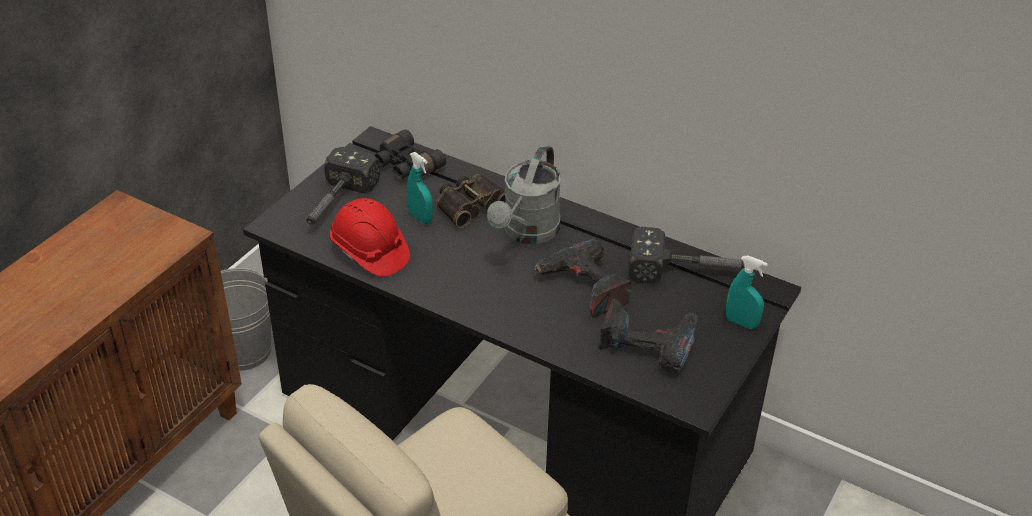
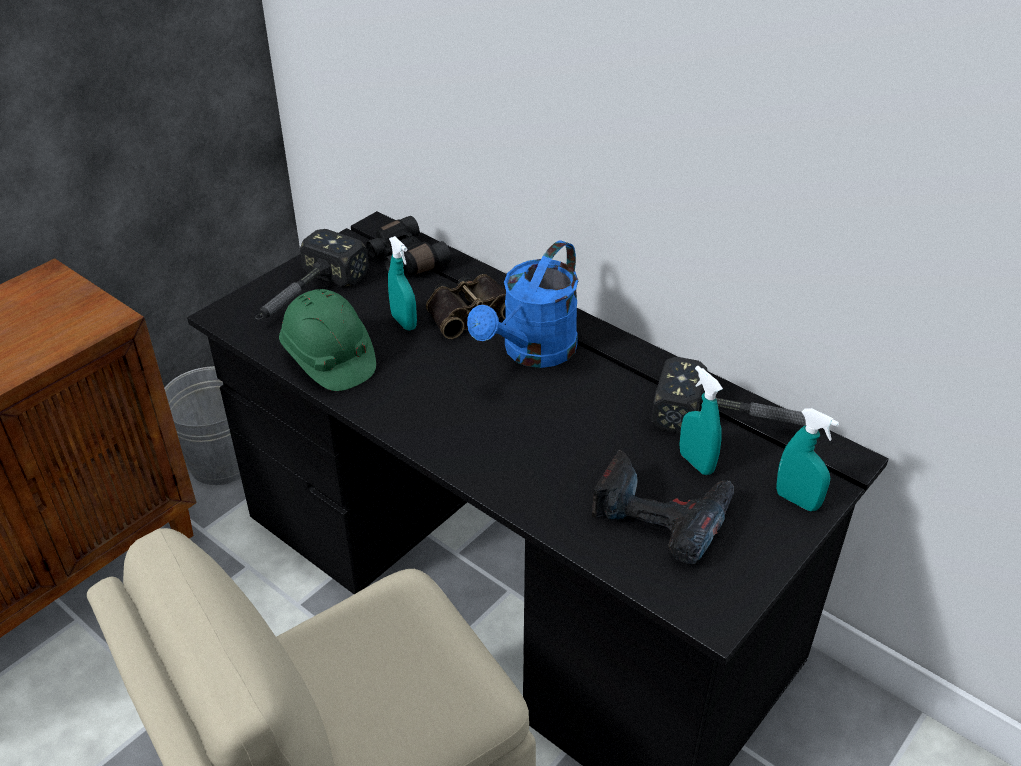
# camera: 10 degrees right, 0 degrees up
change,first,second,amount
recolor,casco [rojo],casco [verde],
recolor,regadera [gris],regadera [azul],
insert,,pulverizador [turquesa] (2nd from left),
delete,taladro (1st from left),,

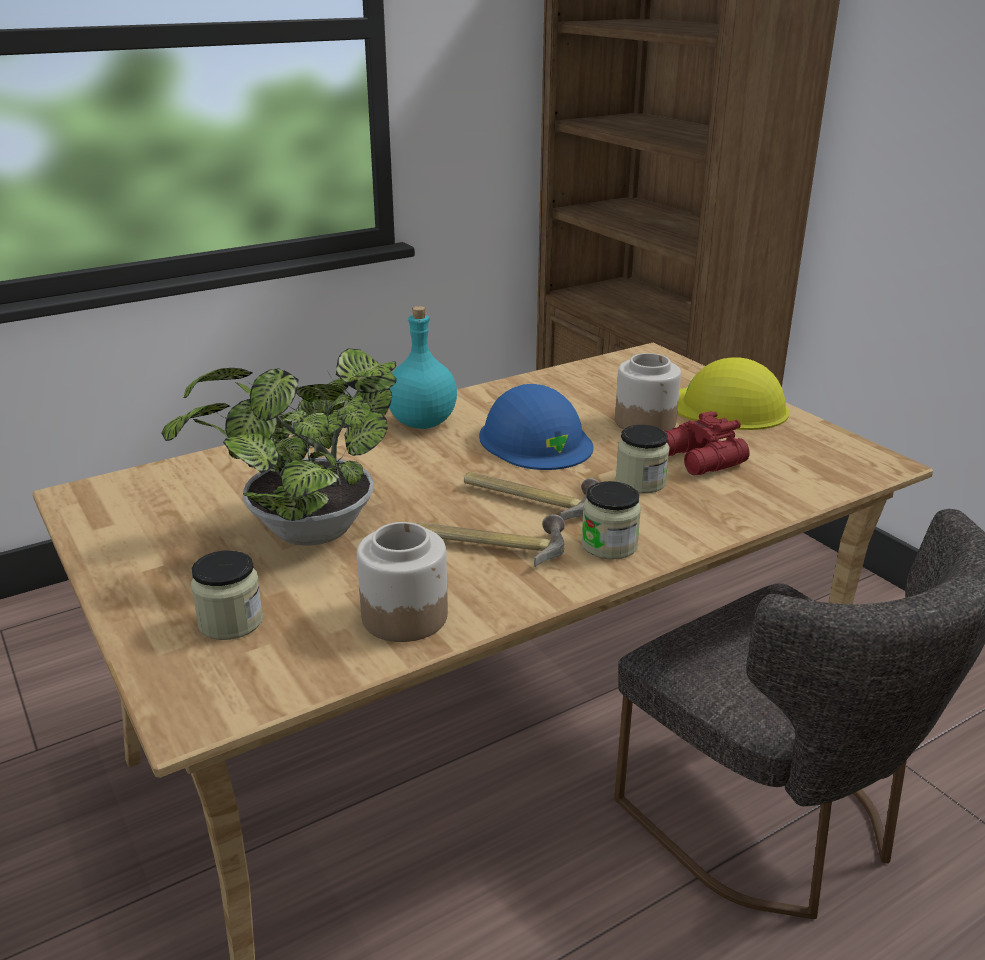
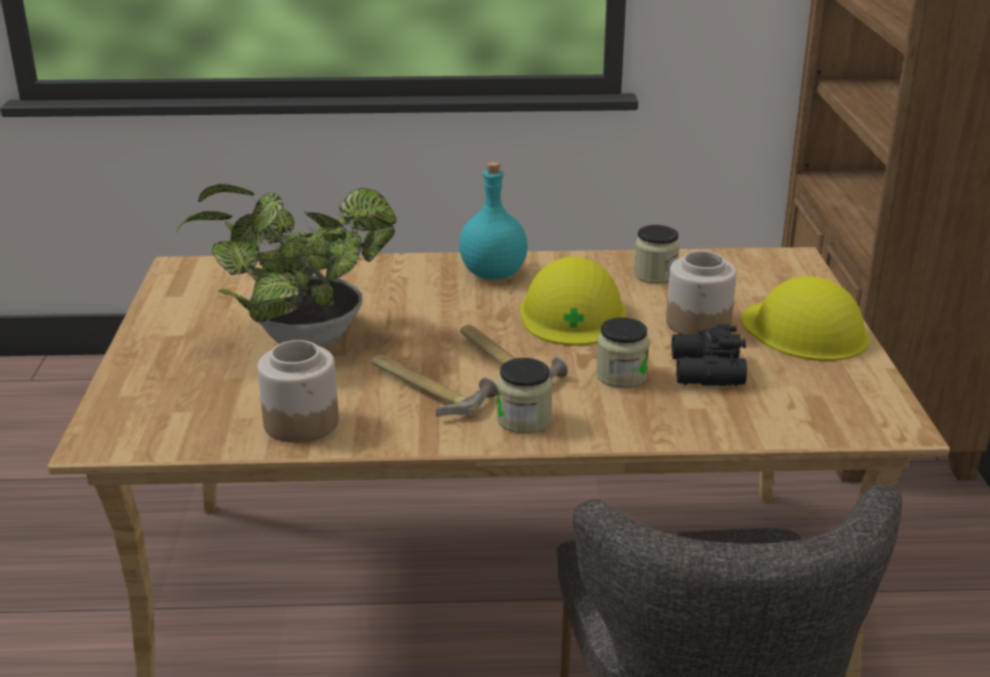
# camera: 30 degrees right, 0 degrees up
change,first,second,amount
recolor,casco [azul],casco [amarillo] (1st from left),
move,tarro (1st from left in the first image),tarro (4th from left),
recolor,prismáticos [rojo],prismáticos [negro],

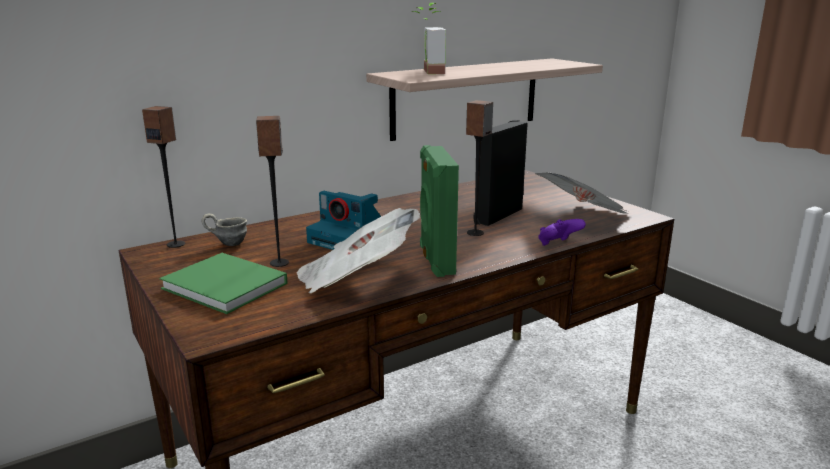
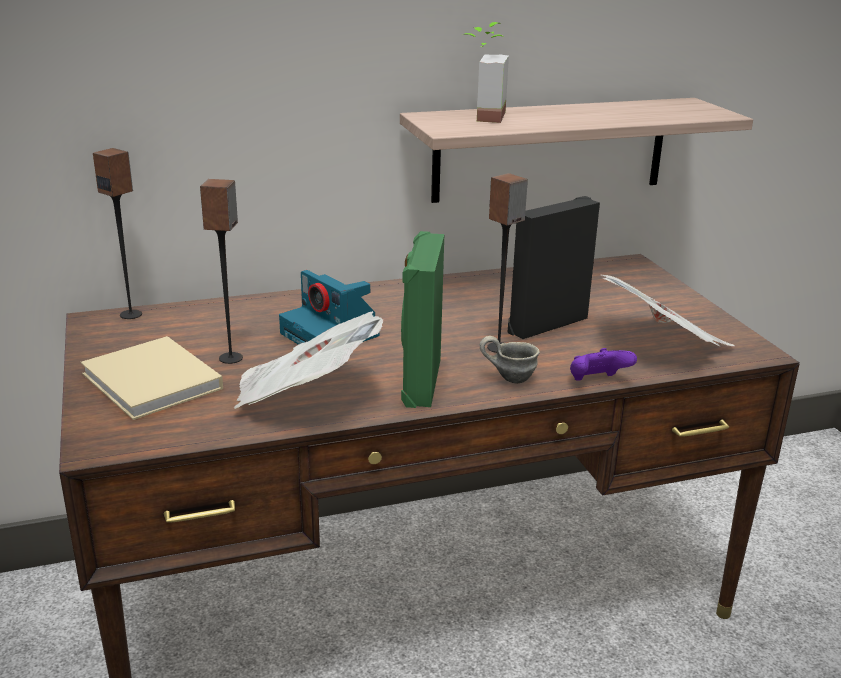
# camera: 15 degrees right, 5 degrees up
change,first,second,amount
recolor,libro [verde],libro [beis],
move,taza grande [gris],,

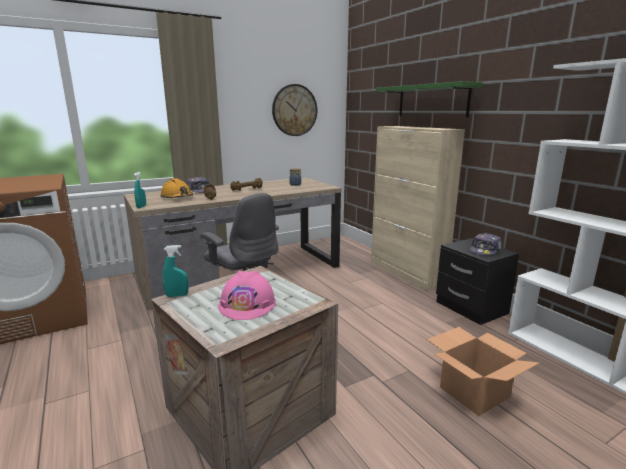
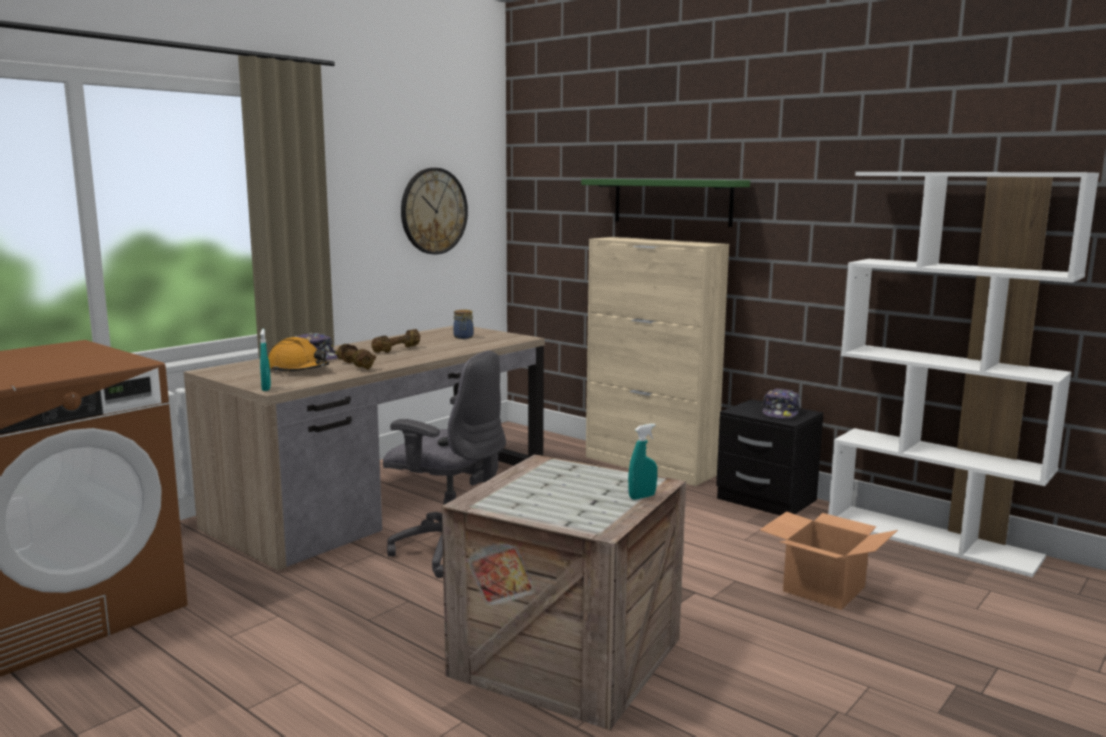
# camera: 20 degrees left, 5 degrees down
change,first,second,amount
move,pulverizador [turquesa] (2nd from left),,
delete,casco [rosa],,

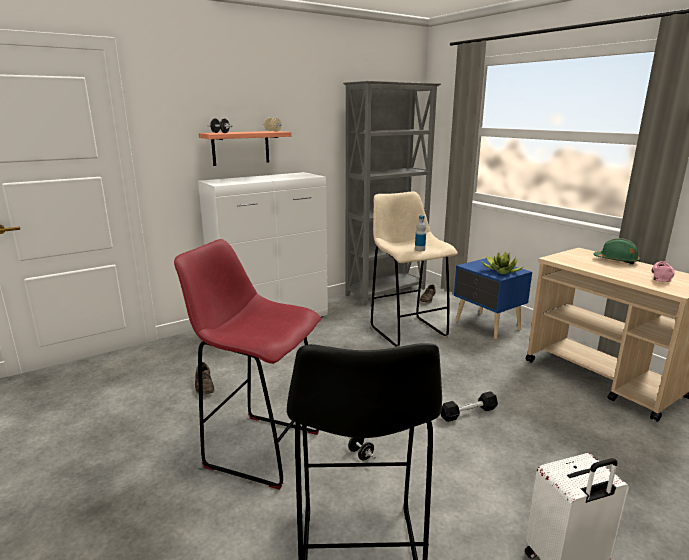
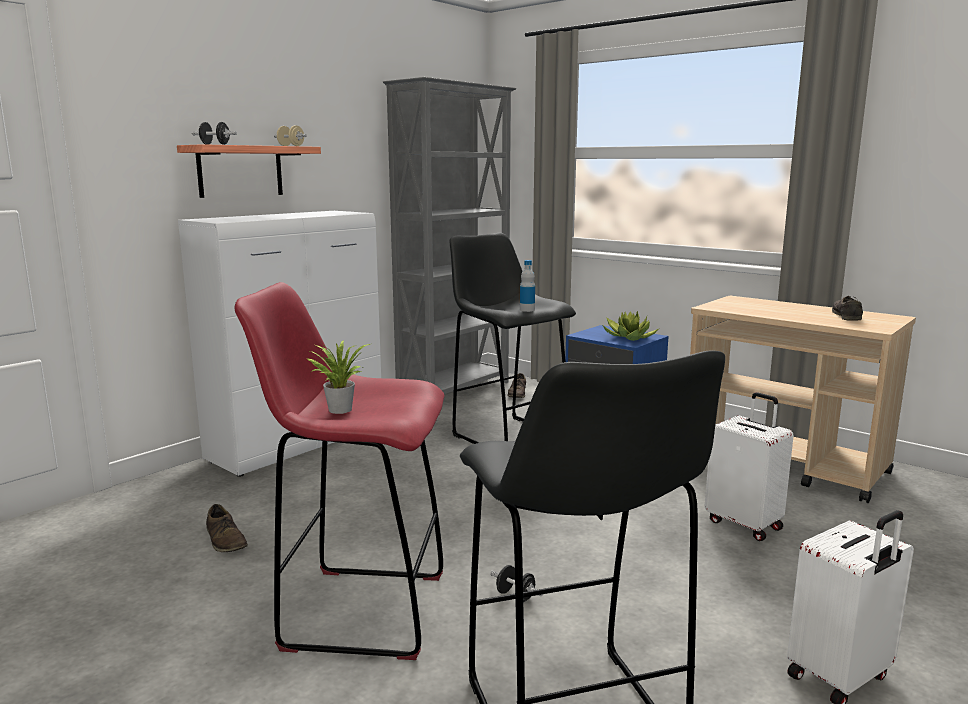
# camera: 15 degrees left, 5 degrees down
change,first,second,amount
insert,,planta en maceta (1st from left),
recolor,taburete [beis],taburete [negro] (1st from left),
insert,,maleta [blanco] (1st from left),
recolor,zapato [rosa],zapato [marrón] (3rd from left),
delete,mancuerna [negro] (3rd from left),,
delete,casco [verde],,

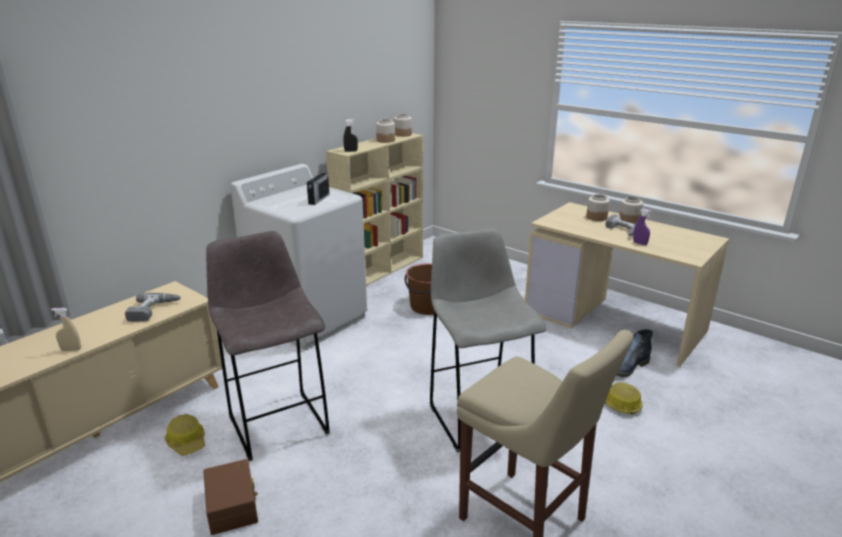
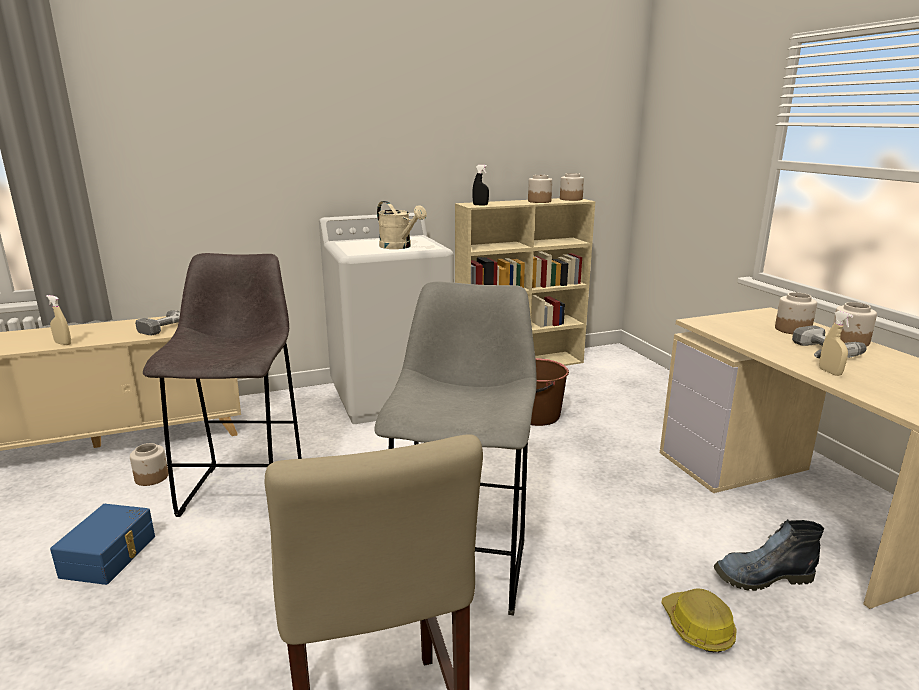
# camera: 30 degrees right, 5 degrees down
change,first,second,amount
recolor,caja de almacenaje [marrón],caja de almacenaje [azul],
replace,casco (1st from left),tarro (1st from left),
replace,radio,regadera [beis],
recolor,pulverizador [morado],pulverizador [beis] (2nd from left),

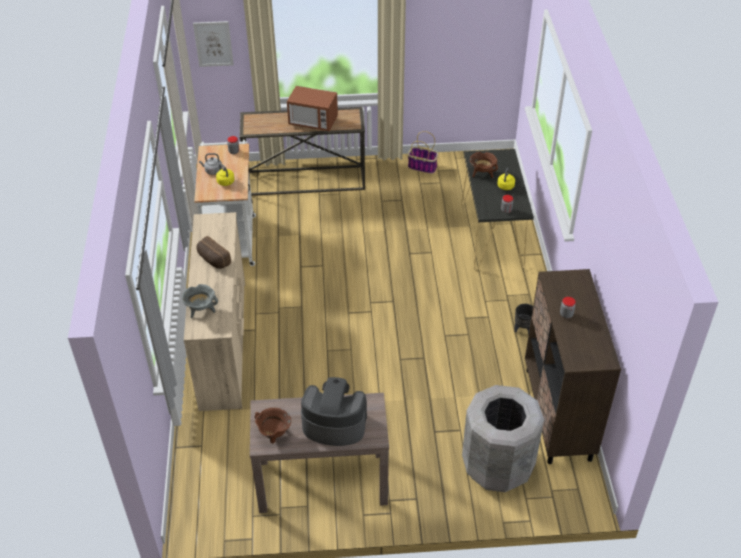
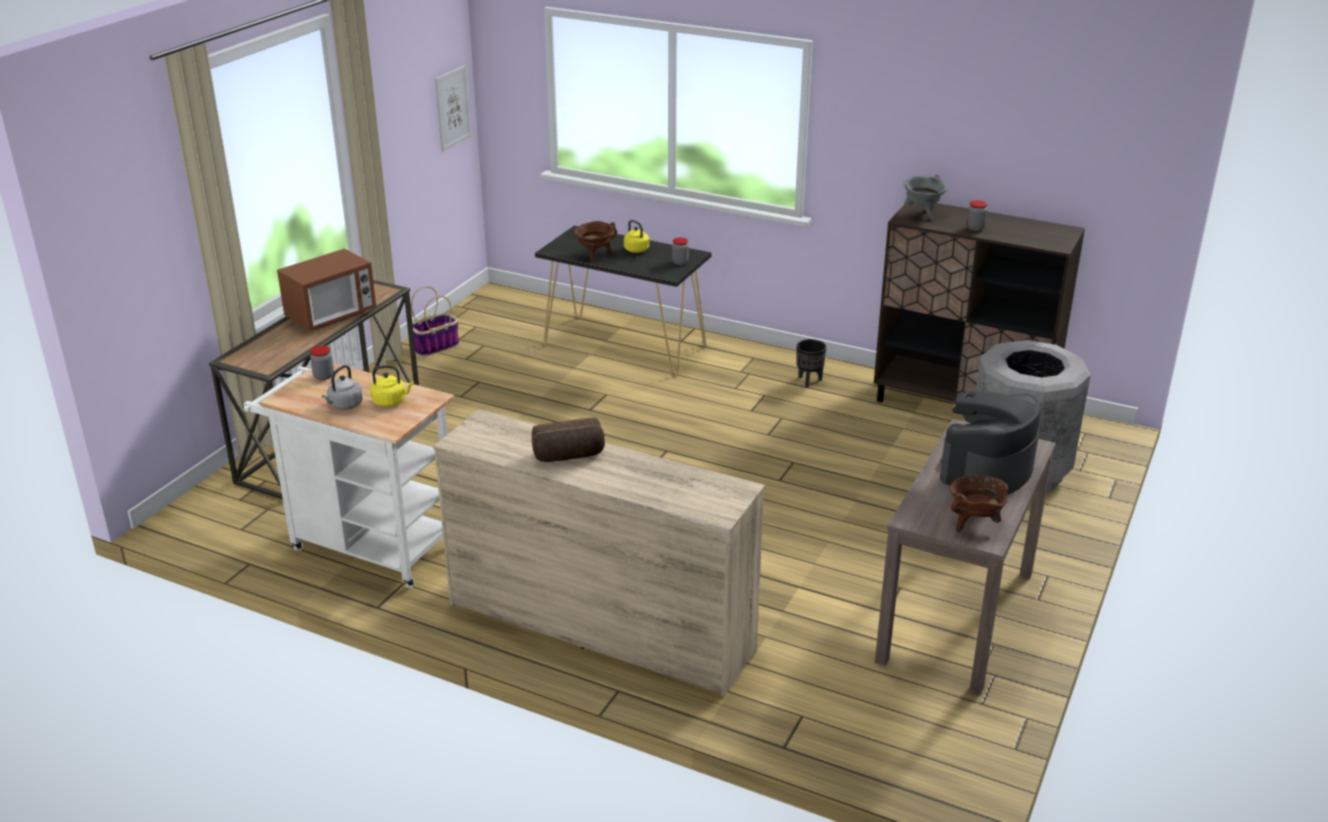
# camera: 60 degrees left, 15 degrees down
change,first,second,amount
move,cuadro,,
move,olla [gris],,

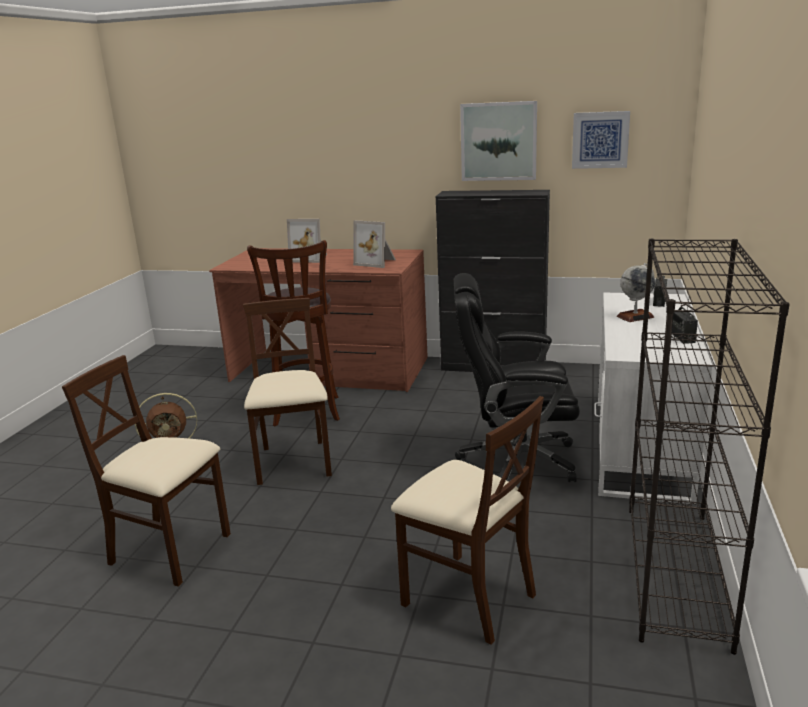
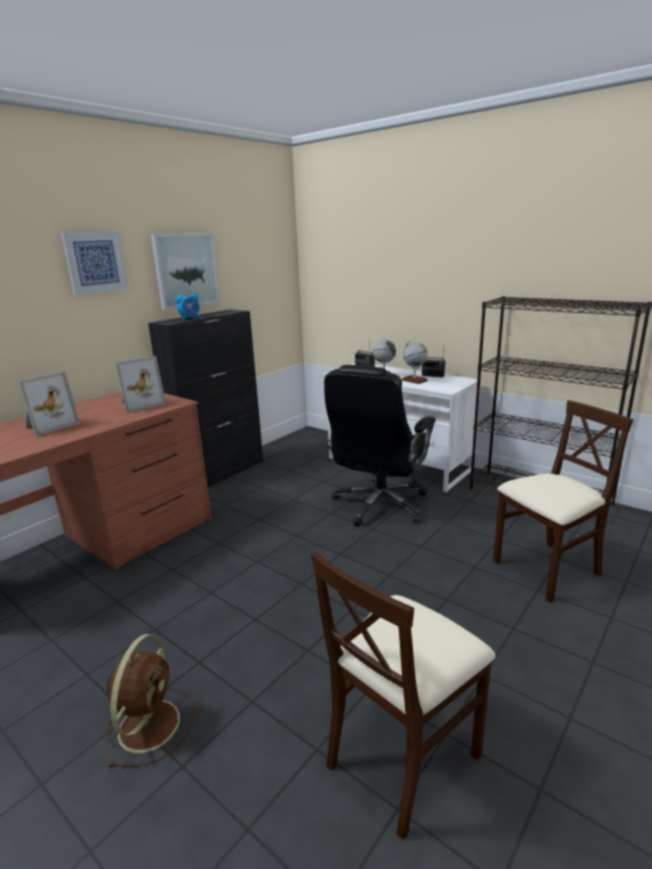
# camera: 65 degrees left, 0 degrees up
change,first,second,amount
move,cuadro (2nd from left in the first image),cuadro (1st from left),
insert,,despertador,
insert,,globo terráqueo (2nd from left),
delete,silla [beis] (2nd from left),,
delete,taburete [marrón],,

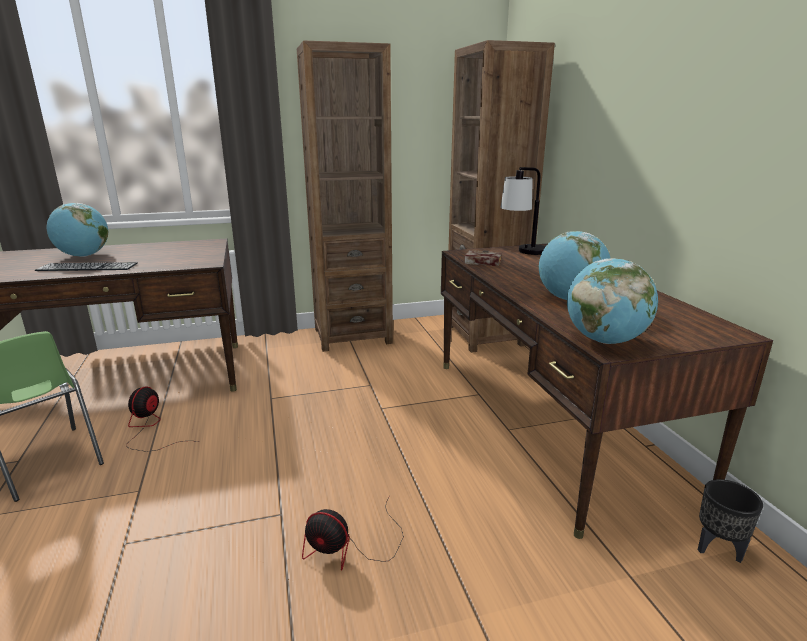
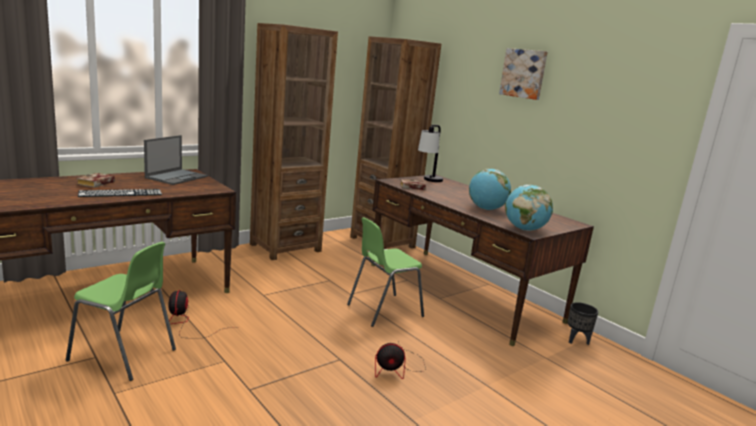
# camera: 25 degrees left, 5 degrees down
change,first,second,amount
replace,globo terráqueo (1st from left),libro (1st from left),
insert,,portátil,
insert,,silla [verde] (2nd from left),
insert,,cuadro,

